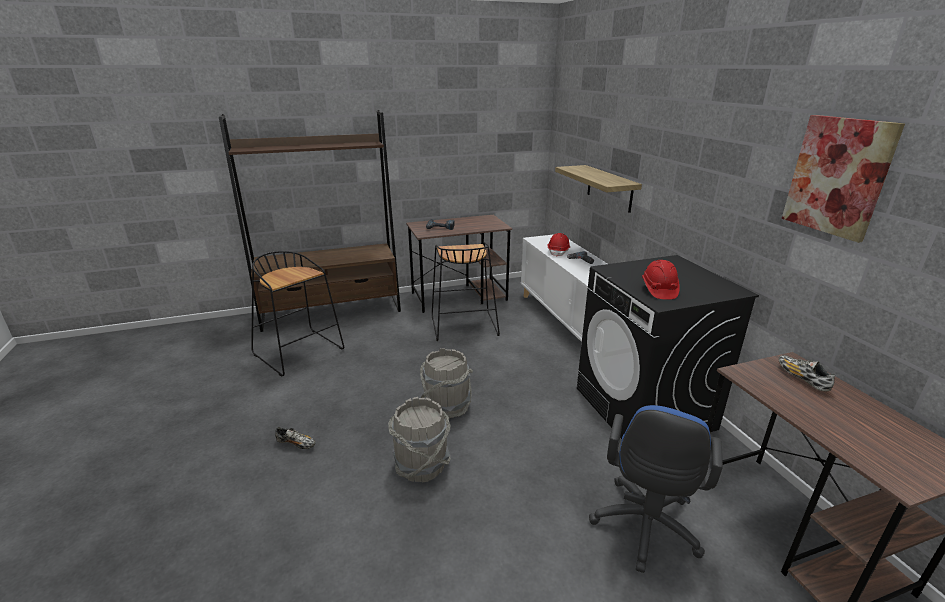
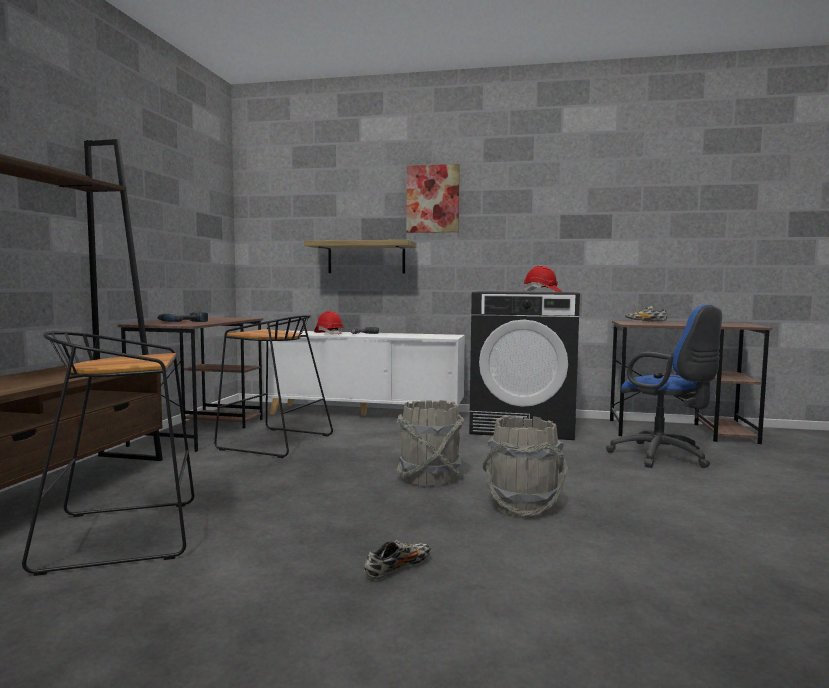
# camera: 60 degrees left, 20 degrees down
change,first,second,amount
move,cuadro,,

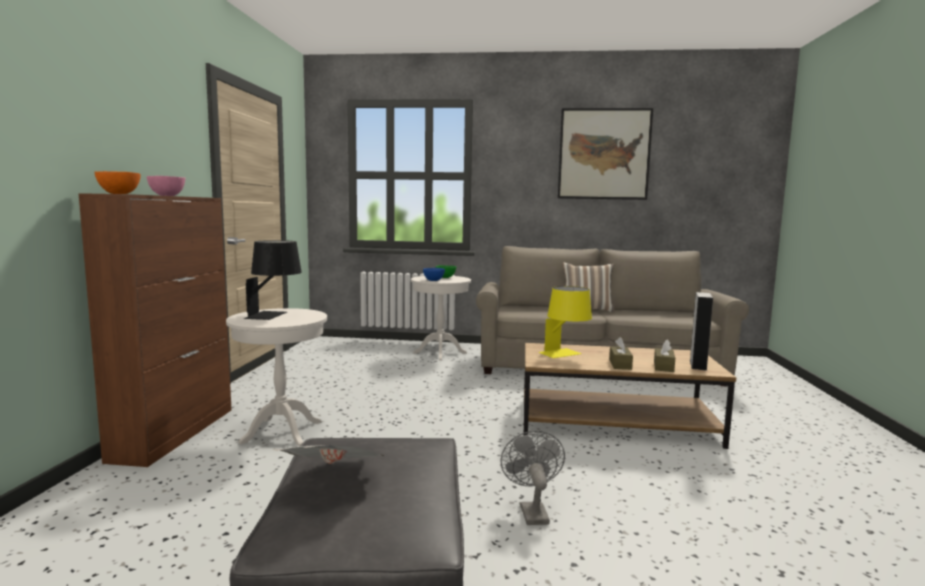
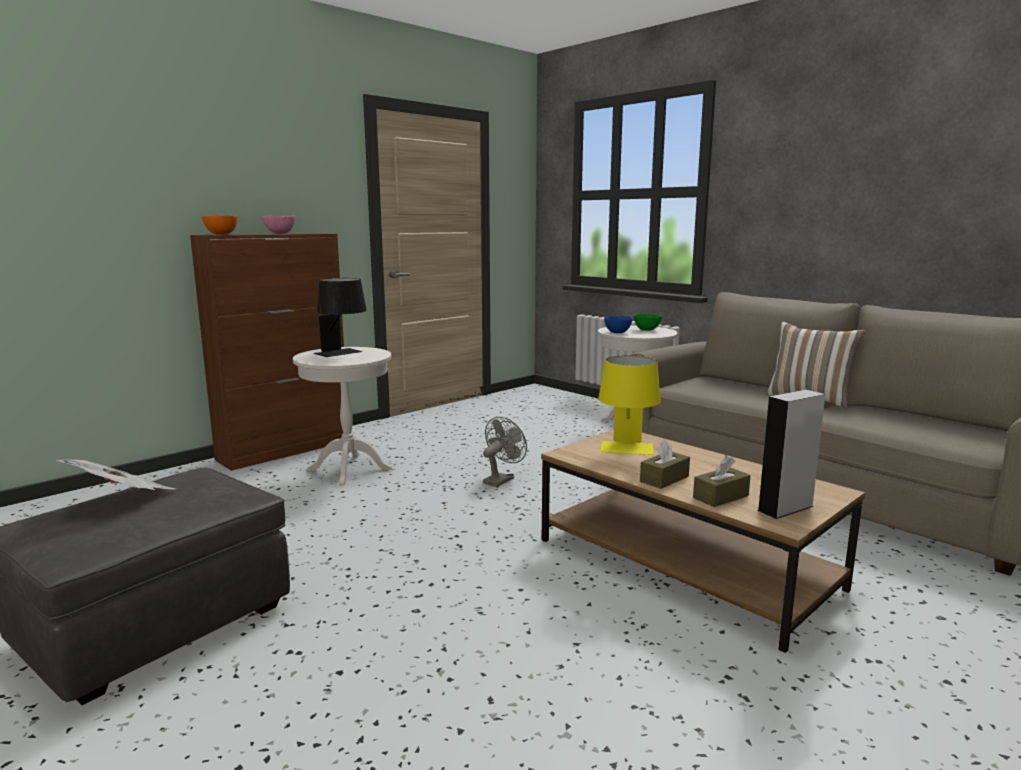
# camera: 40 degrees right, 5 degrees up
change,first,second,amount
move,ventilador [gris],,
delete,cuadro,,

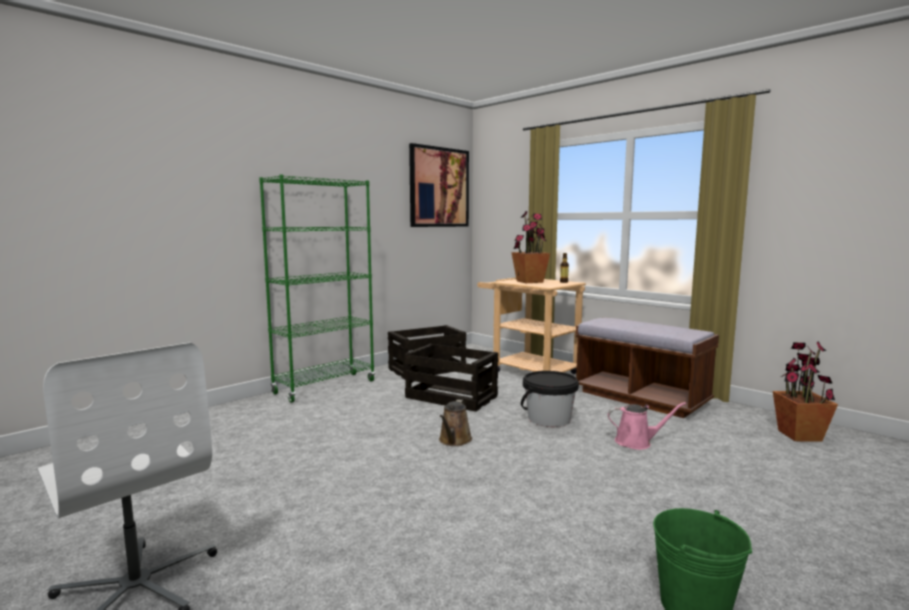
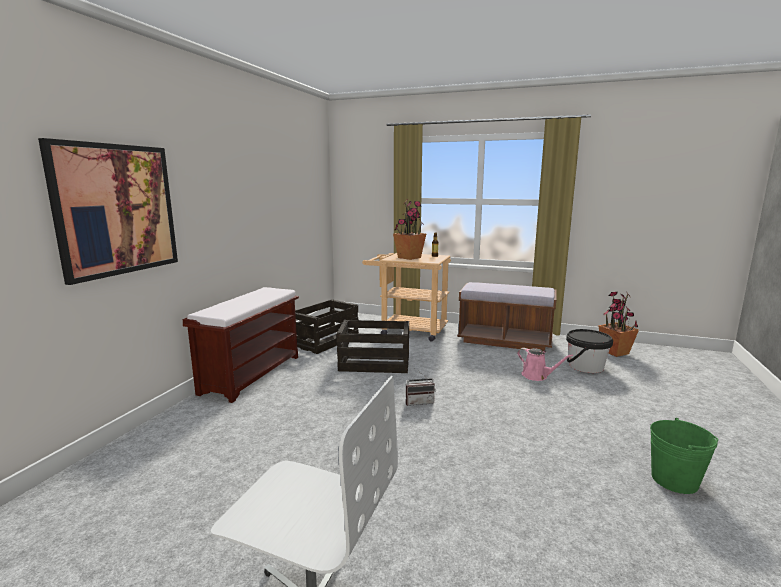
# camera: 25 degrees left, 5 degrees up
change,first,second,amount
move,cuadro,,
replace,estantería [verde],banco [marrón] (1st from left),
replace,regadera [marrón],radio,
rotate,regadera [rosa],,60 degrees clockwise
move,cubo [negro],,

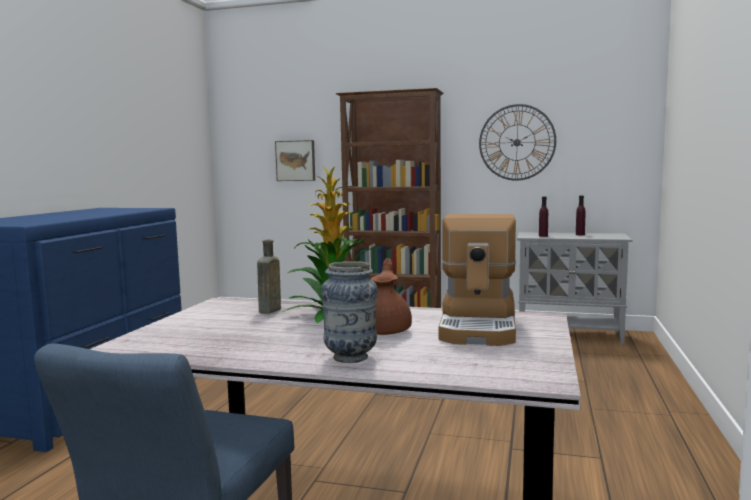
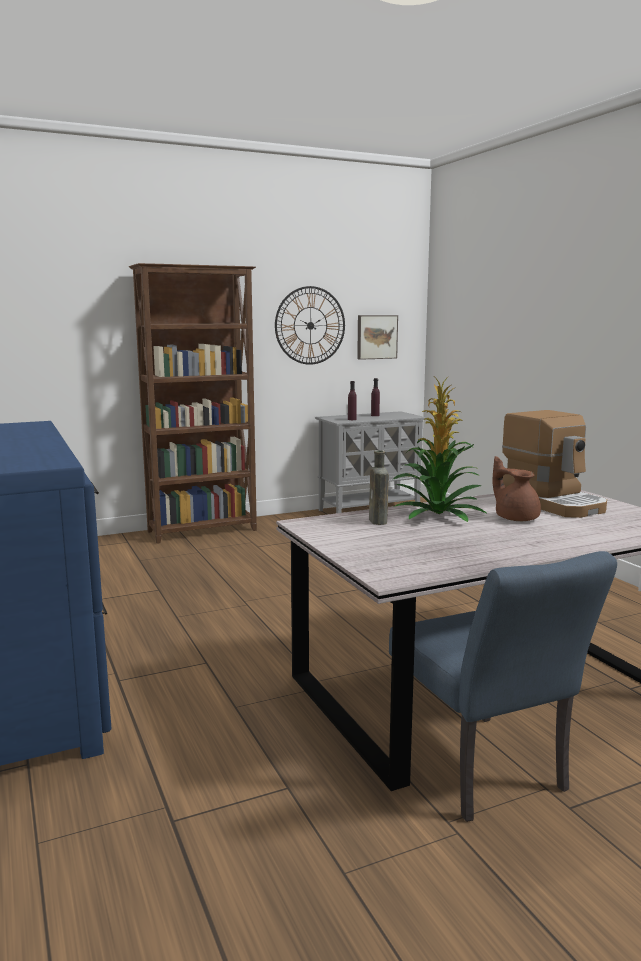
# camera: 40 degrees left, 5 degrees up
change,first,second,amount
move,cuadro,,
delete,florero,,

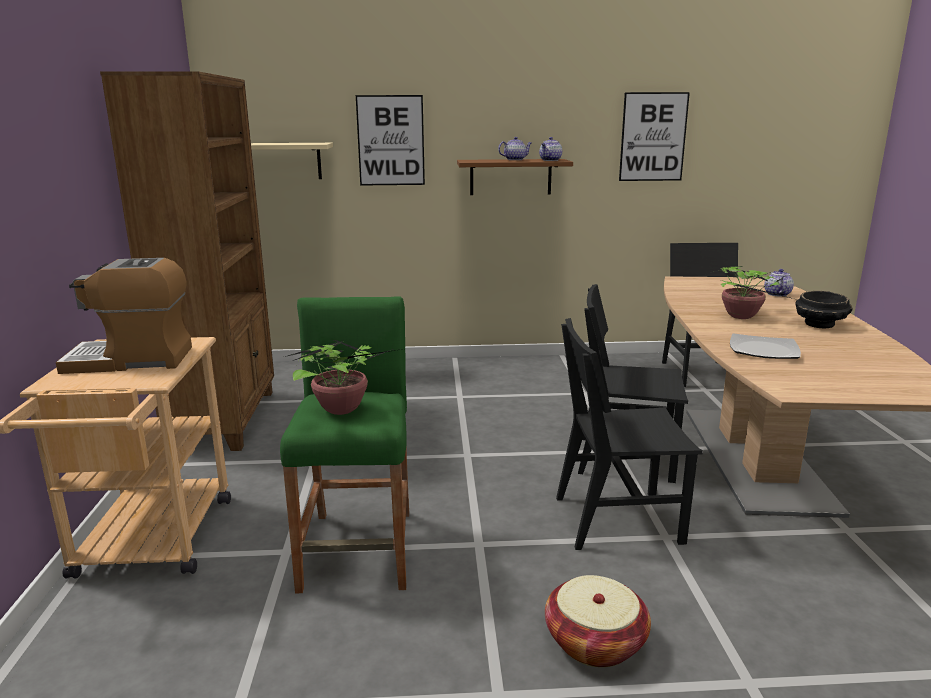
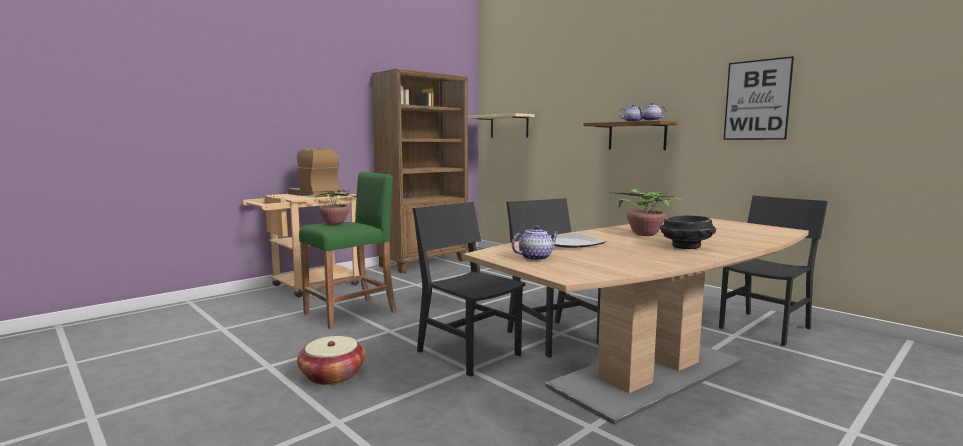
# camera: 50 degrees right, 10 degrees down
change,first,second,amount
move,tetera (3rd from left in the first image),tetera (1st from left),
delete,cuadro (1st from left),,

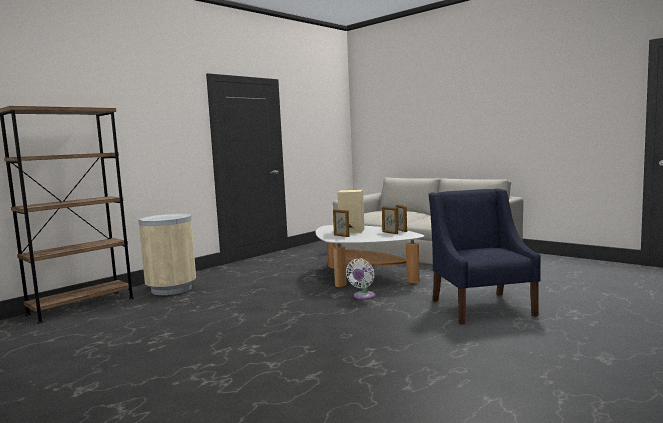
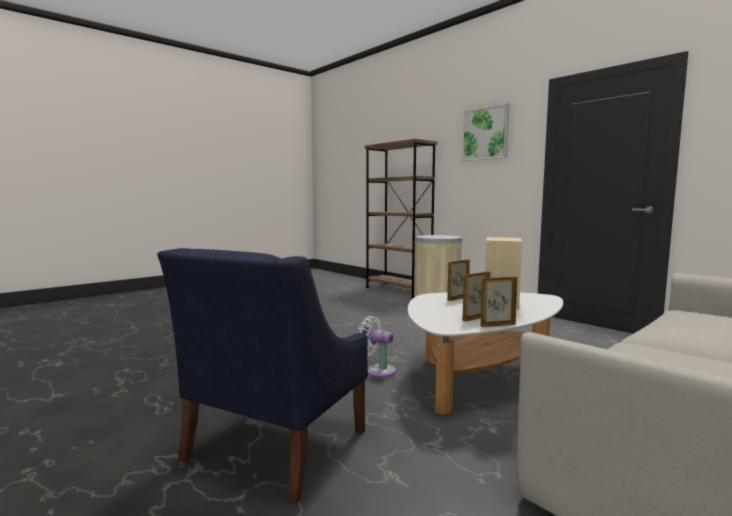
# camera: 95 degrees right, 0 degrees up
change,first,second,amount
rotate,sillón [azul],,120 degrees clockwise
insert,,cuadro,

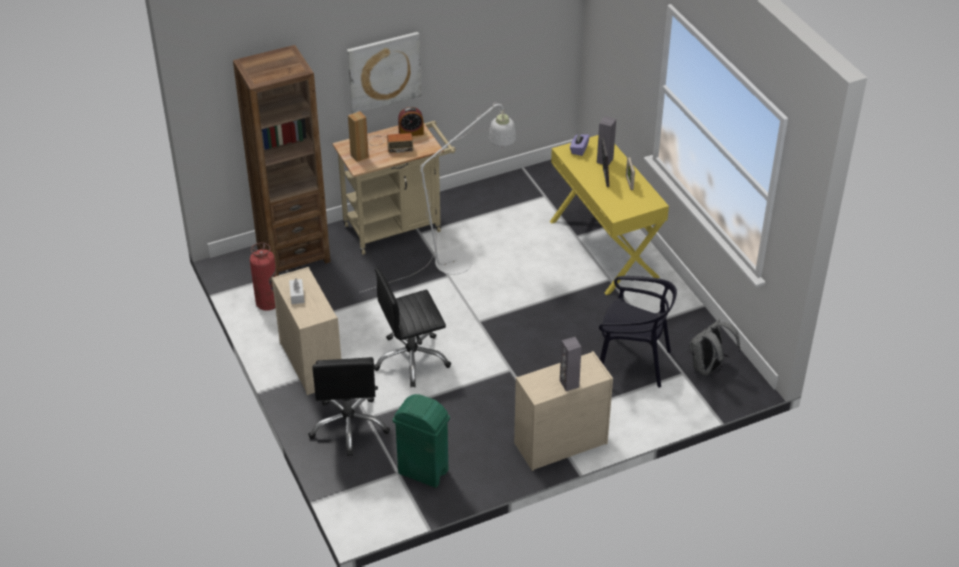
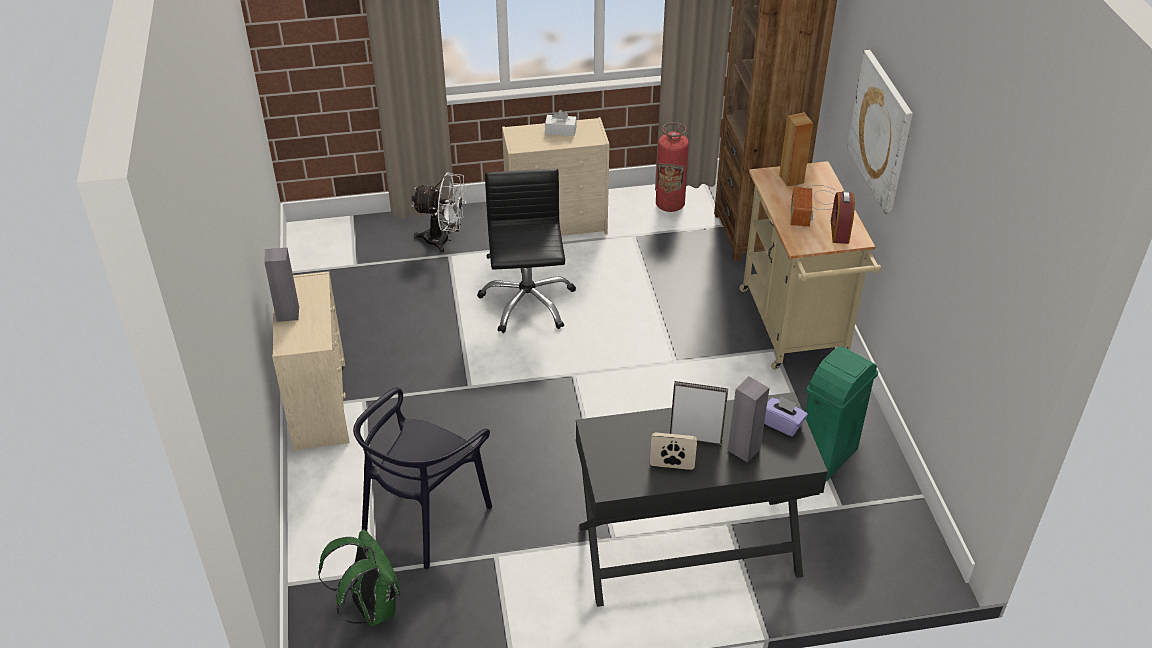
# camera: 105 degrees right, 0 degrees up
change,first,second,amount
recolor,mochila [gris],mochila [verde],
replace,silla de oficina [negro] (1st from left),ventilador [blanco],
recolor,escritorio [amarillo],escritorio [negro],
move,papelera [verde],,
delete,lámpara de pie [blanco],,

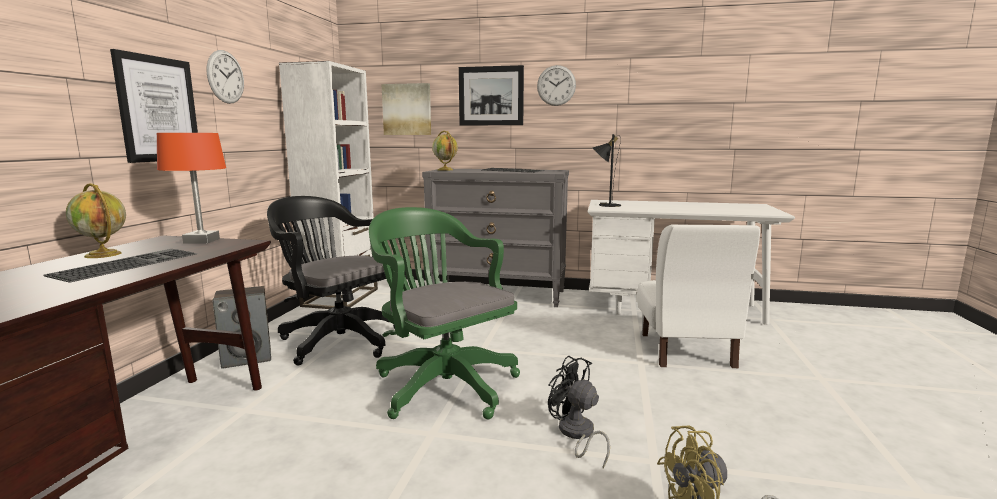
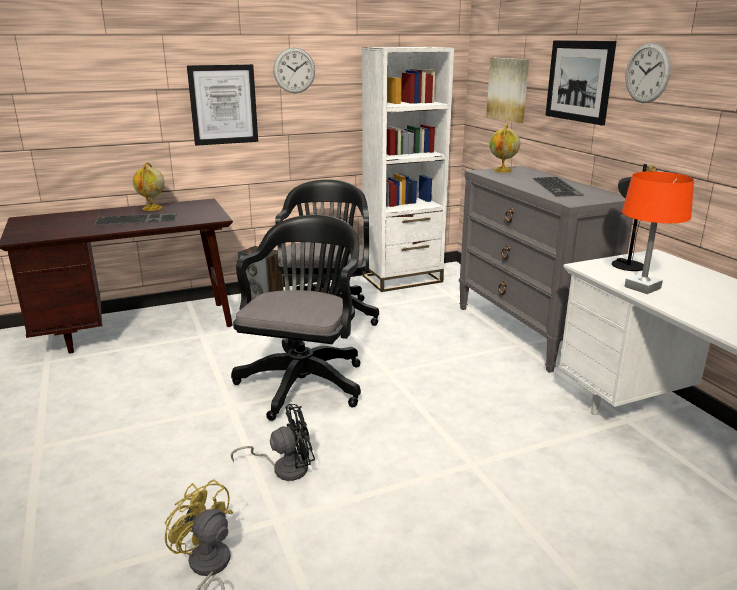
# camera: 55 degrees right, 10 degrees up
change,first,second,amount
recolor,silla de oficina [verde],silla de oficina [negro] (1st from left),
rotate,ventilador [negro],,60 degrees clockwise
move,lámpara de mesa [naranja],,
delete,silla [blanco],,

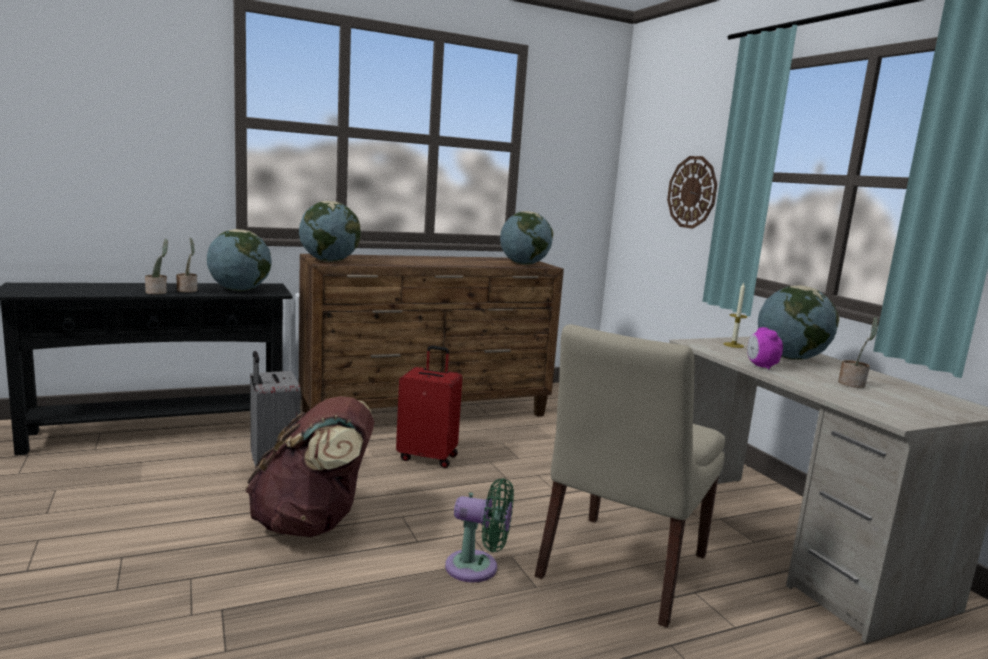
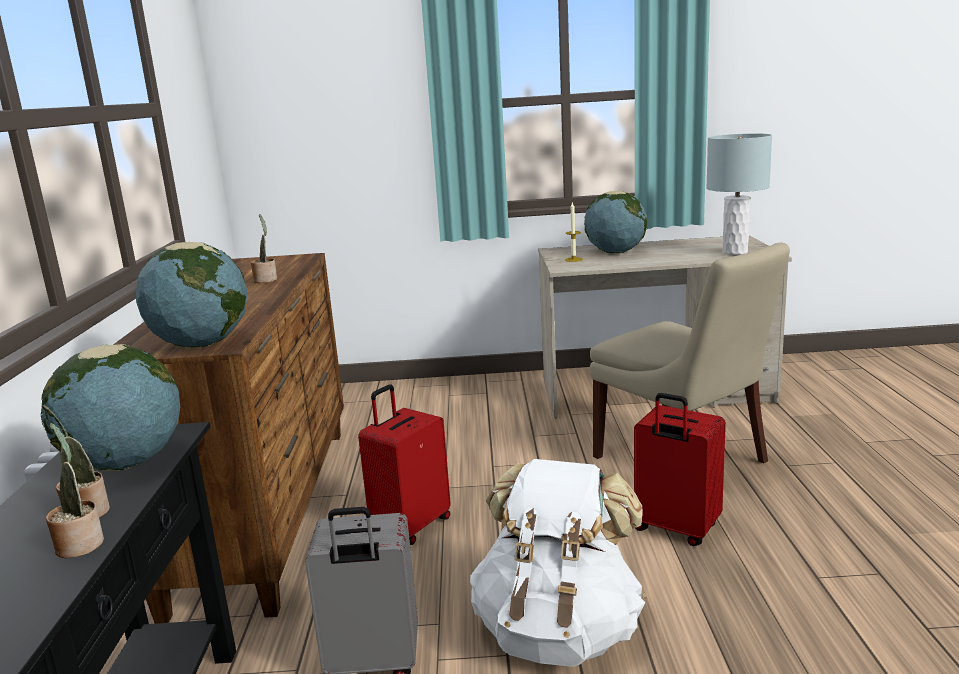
# camera: 65 degrees left, 5 degrees up
change,first,second,amount
move,planta en maceta (3rd from left),,
recolor,mochila [marrón],mochila [blanco],
replace,ventilador [verde],maleta [rojo] (2nd from left),
insert,,lámpara de mesa [gris],
delete,globo terráqueo (3rd from left),,
delete,reloj de pared,,
delete,despertador,,

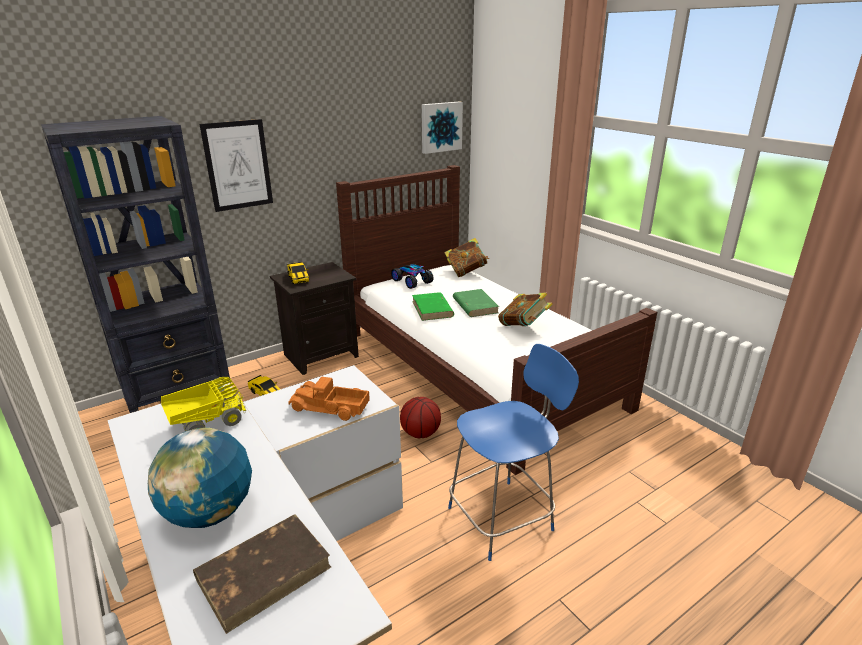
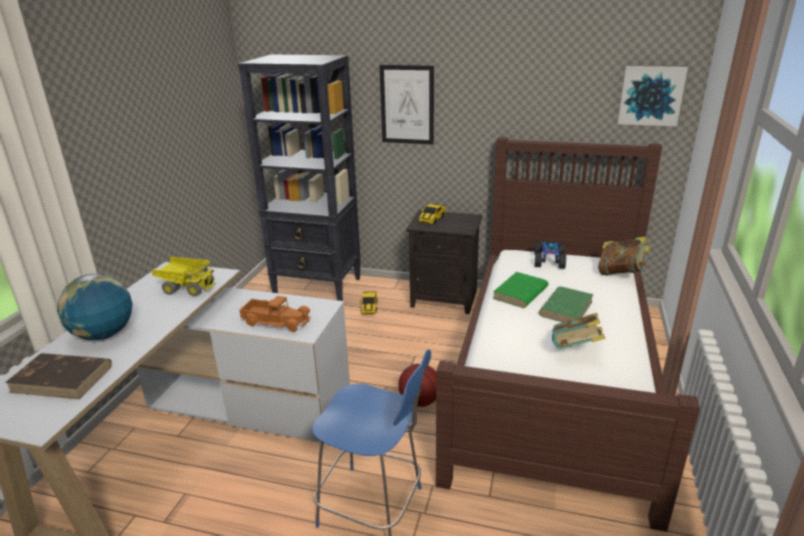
# camera: 50 degrees right, 0 degrees up
change,first,second,amount
rotate,camión de juguete (2nd from left),,135 degrees clockwise

